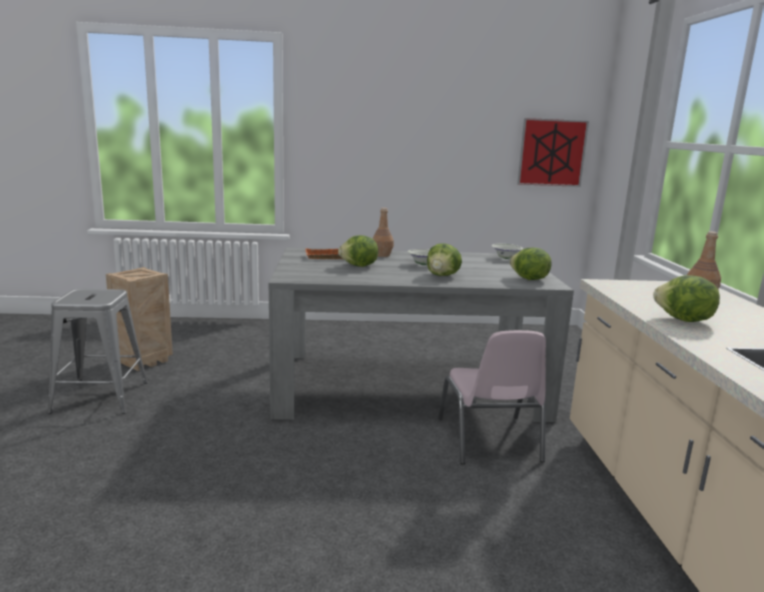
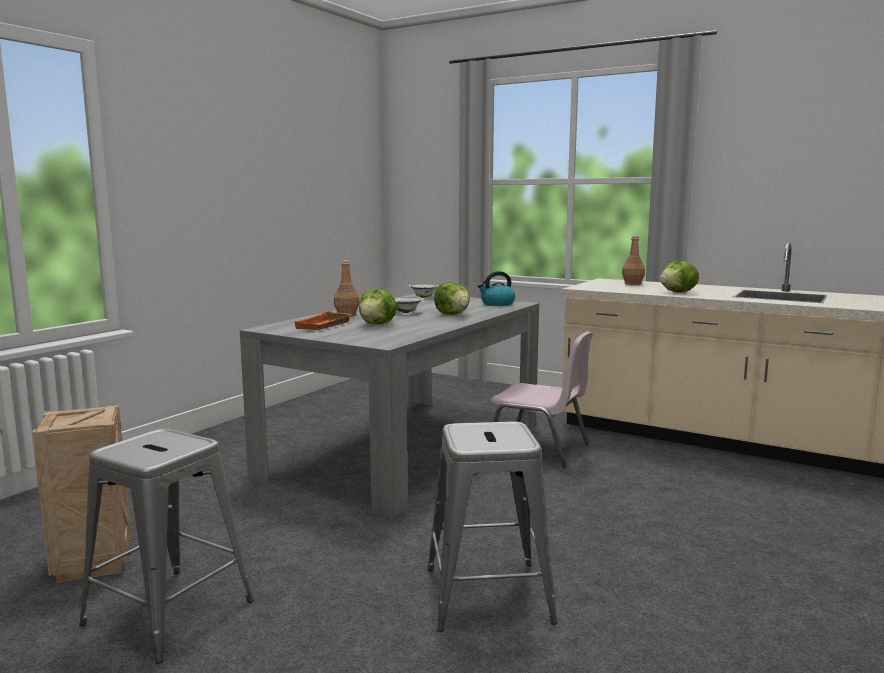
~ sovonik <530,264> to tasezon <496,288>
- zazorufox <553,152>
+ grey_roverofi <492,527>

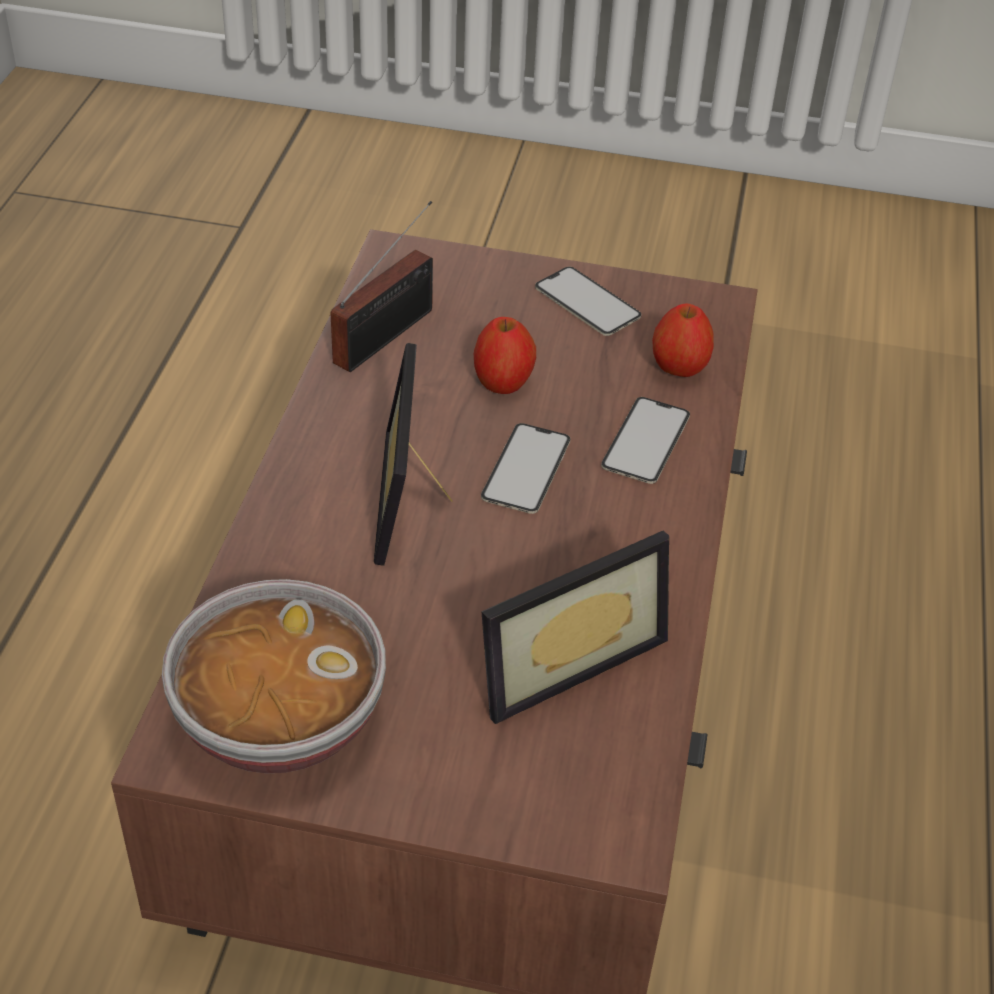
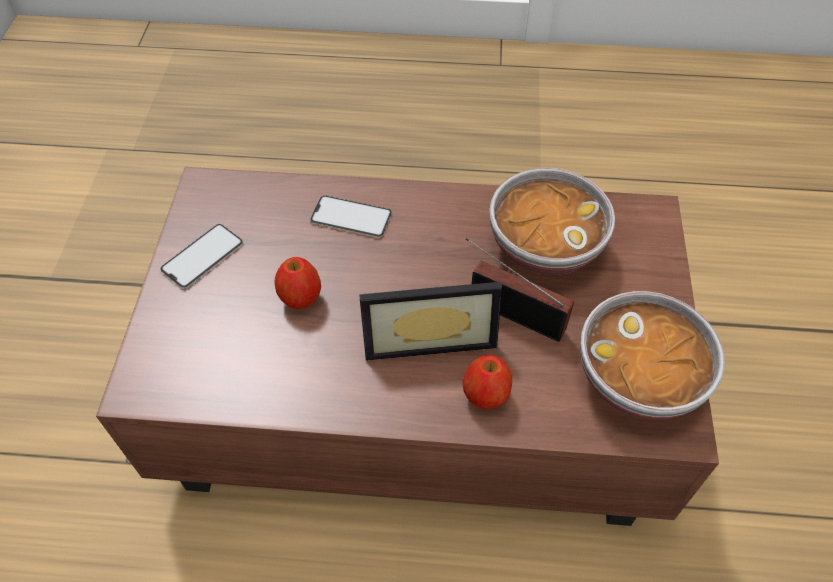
~ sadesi <382,286> to <520,290>
- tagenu <525,468>
~ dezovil <575,627> to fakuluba <552,221>
~ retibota <683,340> to <487,382>

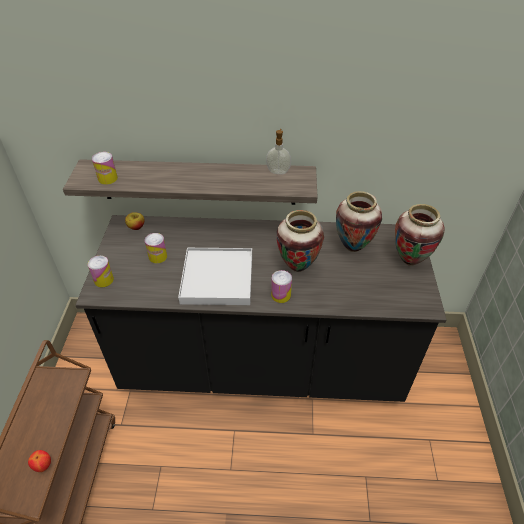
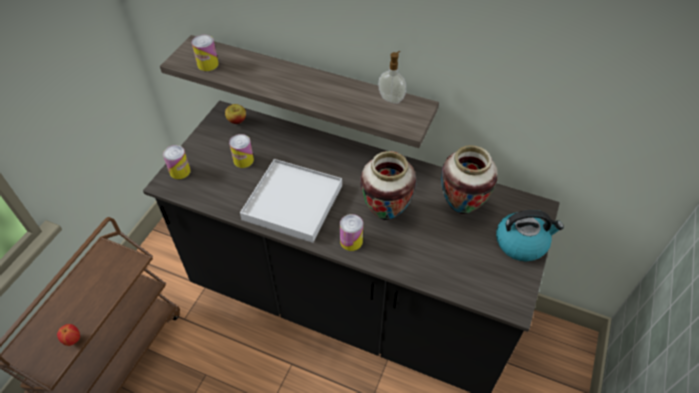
~ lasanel <419,235> to tasezon <530,235>

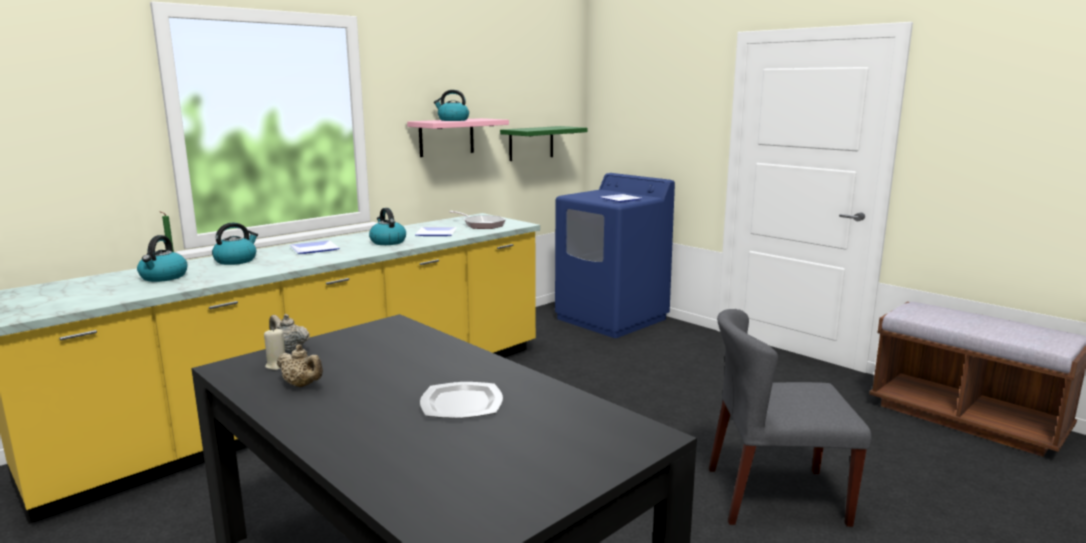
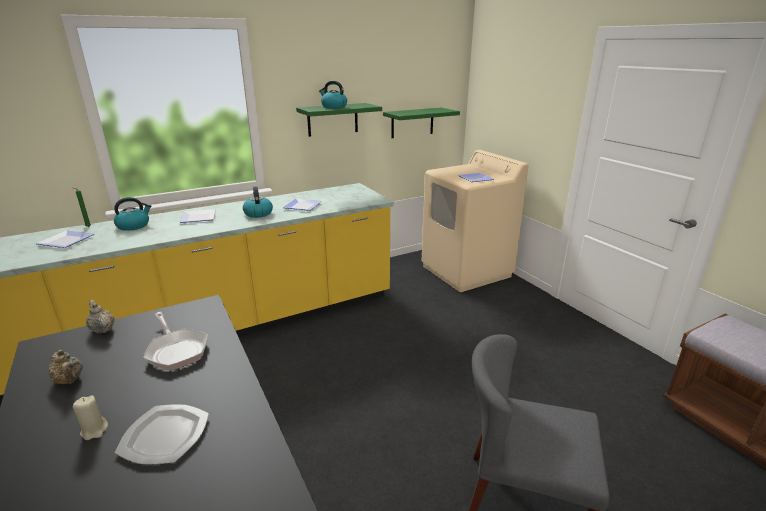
~ tasezon <162,258> to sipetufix <65,239>
~ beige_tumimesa <274,349> to <90,417>
~ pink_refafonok <458,137> to green_refafonok <339,120>
~ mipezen <477,220> to <175,341>
~ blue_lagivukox <615,255> to beige_lagivukox <475,221>

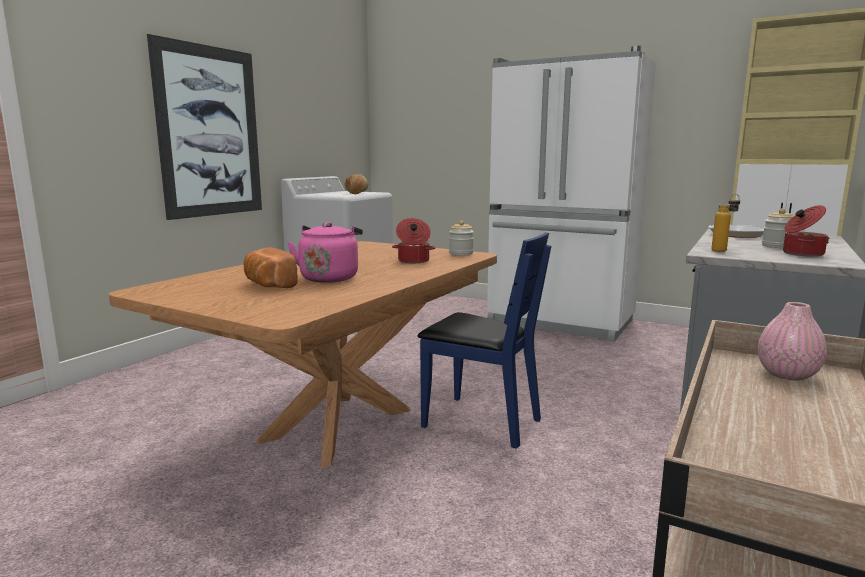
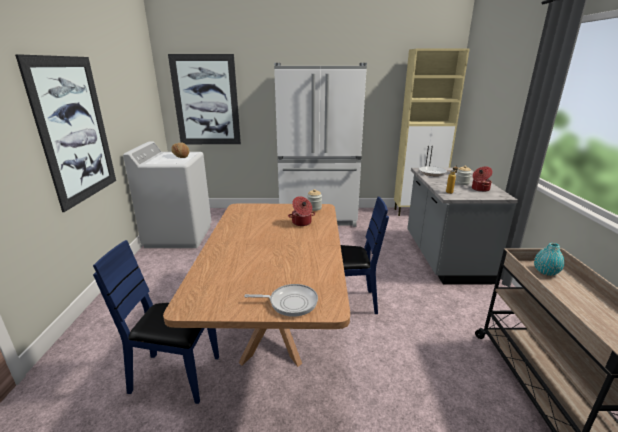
- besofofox <270,267>
- pink_tasezon <325,252>
~ pink_lasanel <792,341> to turquoise_lasanel <549,259>
+ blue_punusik <156,322>
+ zazorufox <204,99>
+ mipezen <281,300>

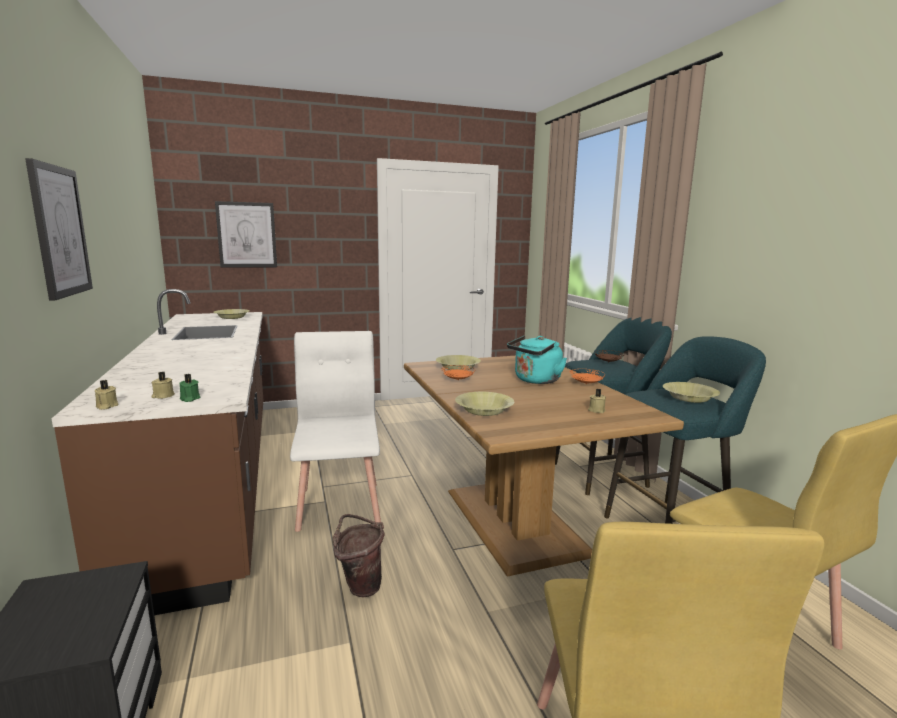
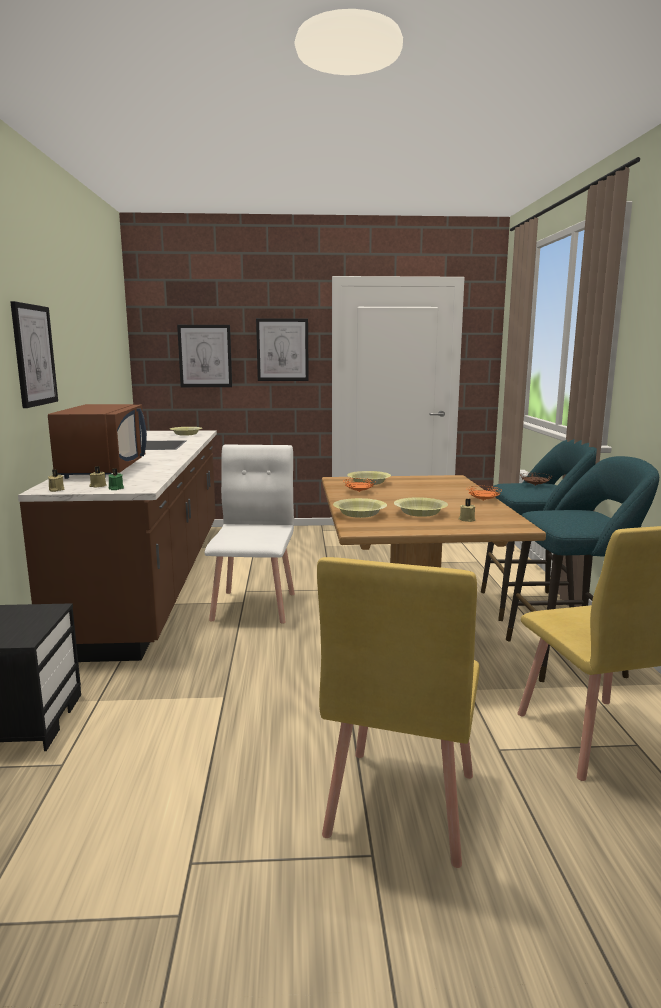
- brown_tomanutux <358,555>
- turquoise_tasezon <537,360>
~ yellow_fakuluba <691,392> to <421,507>
+ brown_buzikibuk <97,441>
+ zazorufox <282,349>

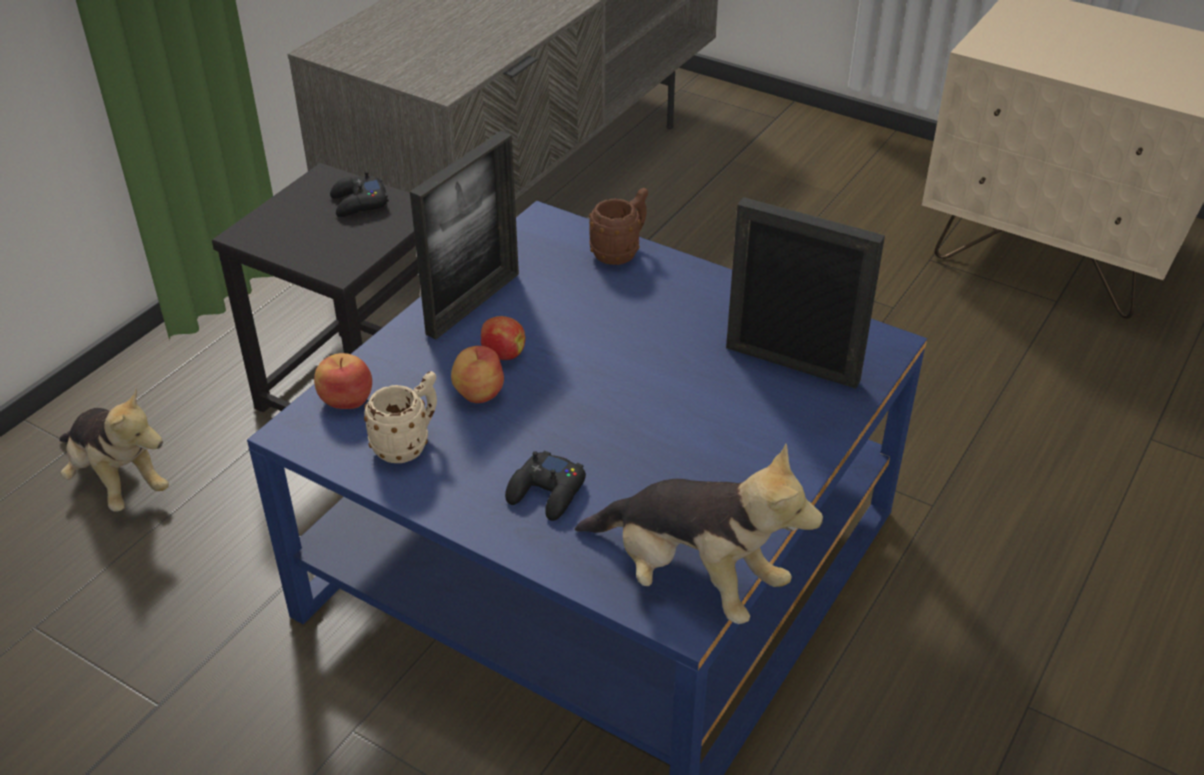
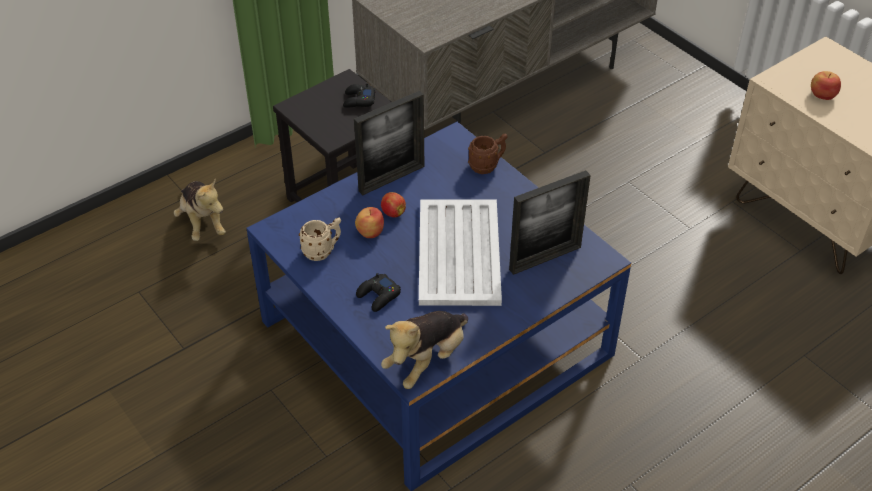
~ retibota <343,381> to <826,85>
~ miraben <699,533> = <424,350> 75 degrees clockwise
~ dezovil <805,293> = <550,222> 105 degrees clockwise
+ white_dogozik <460,253>

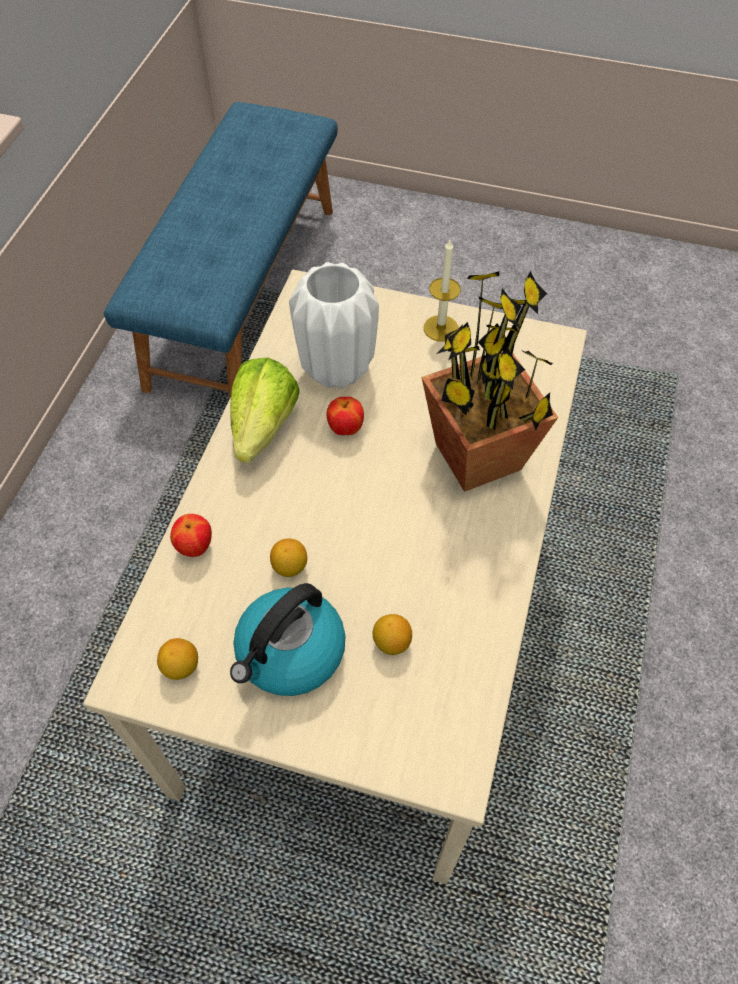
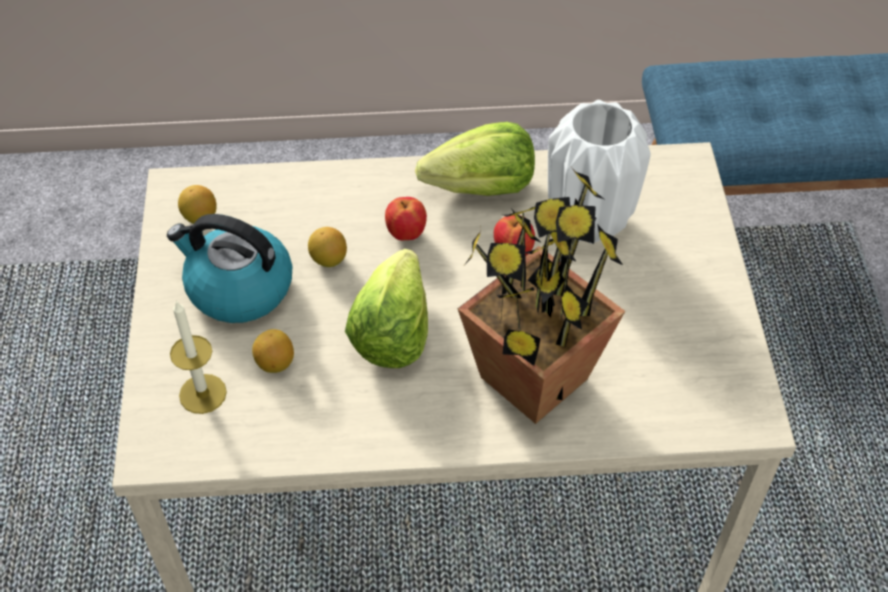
~ retibota <191,535> to <406,219>
~ tumimesa <442,291> to <198,357>
+ sovonik <386,308>

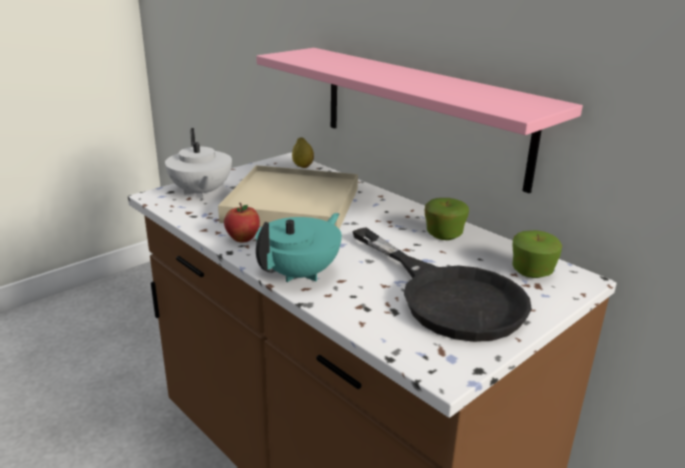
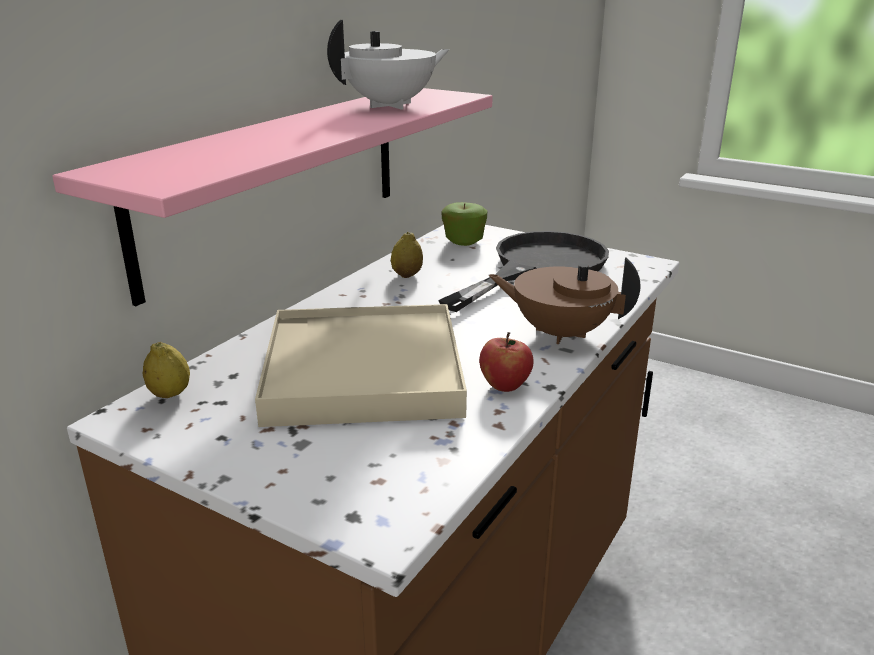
~ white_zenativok <198,163> to <388,65>
~ turquoise_zenativok <299,247> to brown_zenativok <564,300>
~ retibota <447,219> to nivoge <407,255>

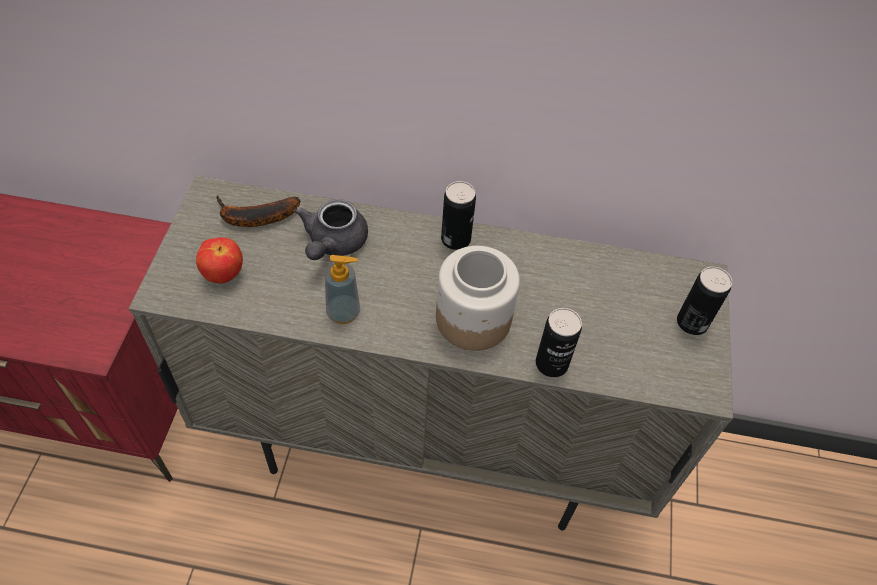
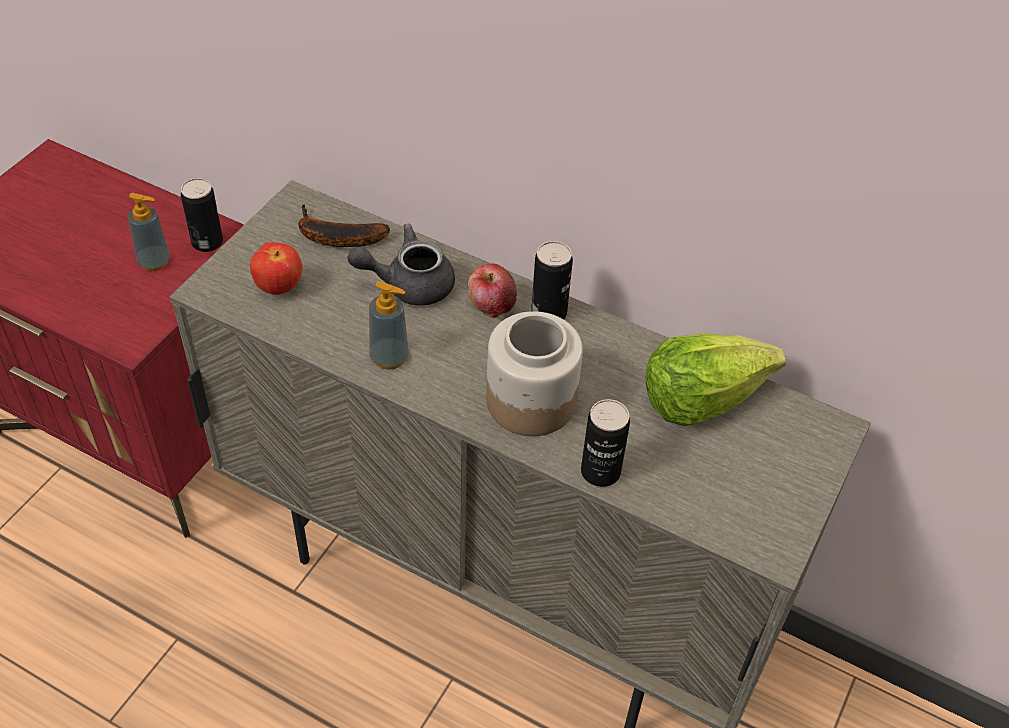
~ grey_zenativok <331,229> = <401,265> 45 degrees clockwise
~ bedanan <704,300> to <202,215>
+ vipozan <148,232>
+ retibota <492,290>
+ sovonik <715,379>

